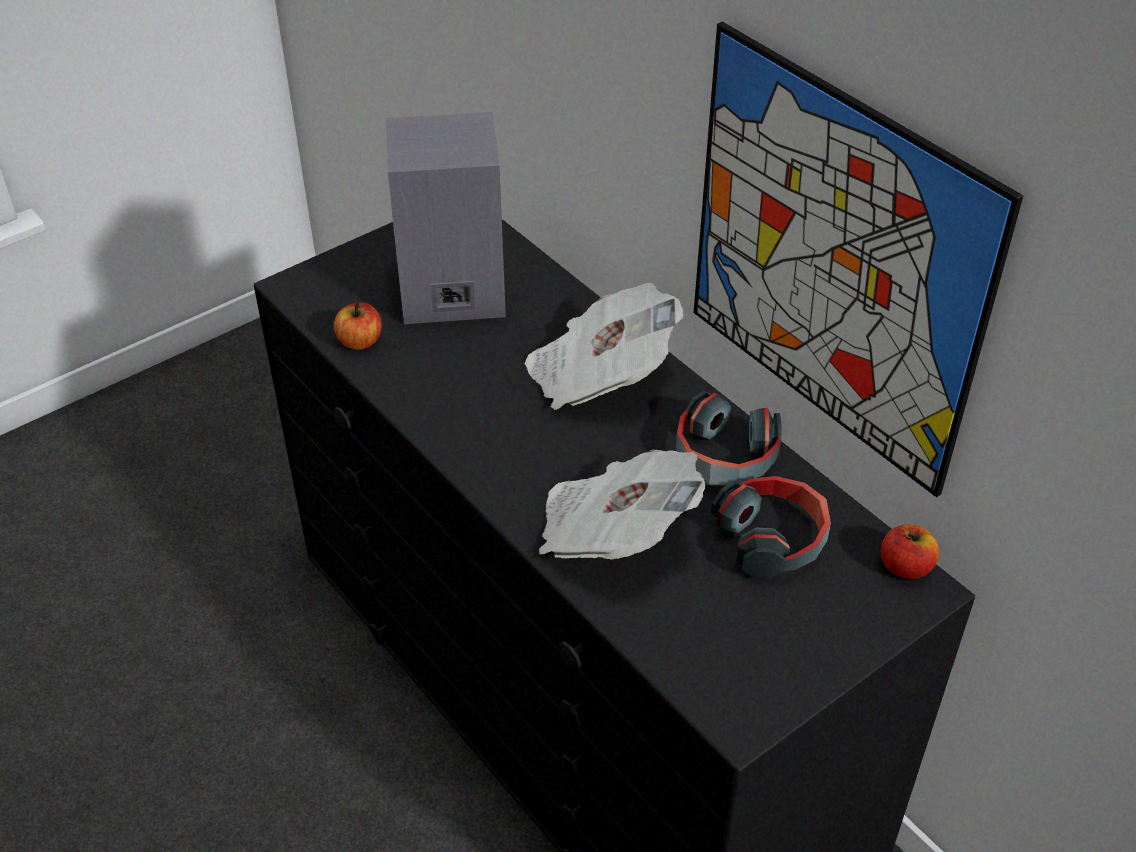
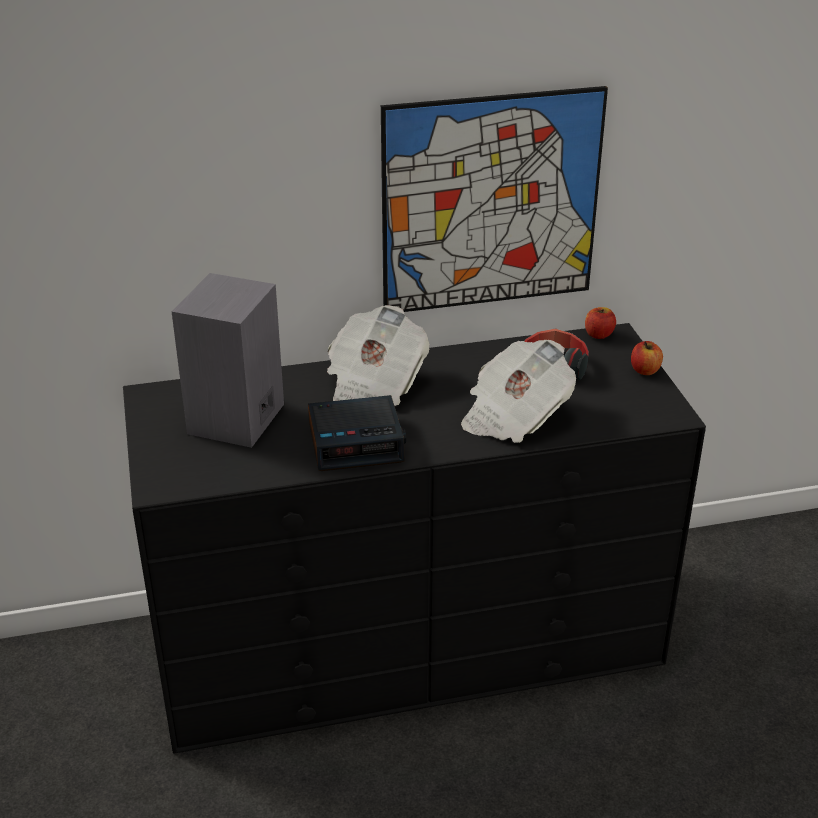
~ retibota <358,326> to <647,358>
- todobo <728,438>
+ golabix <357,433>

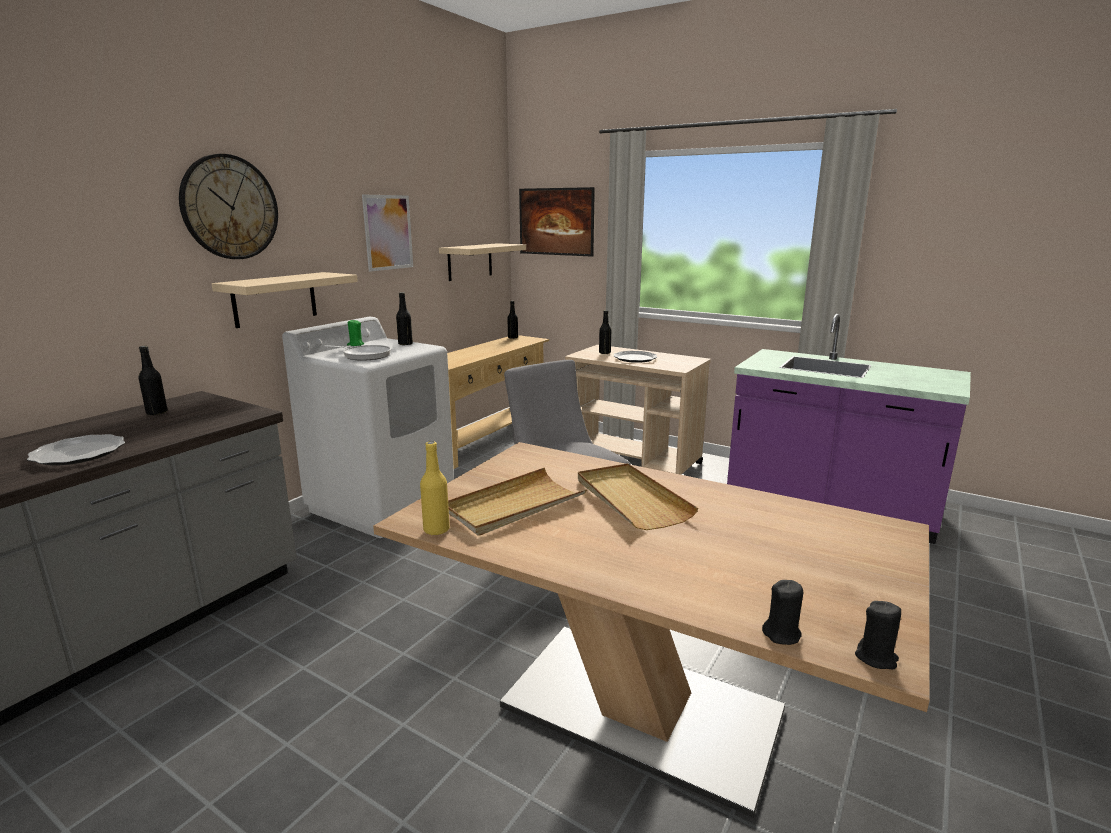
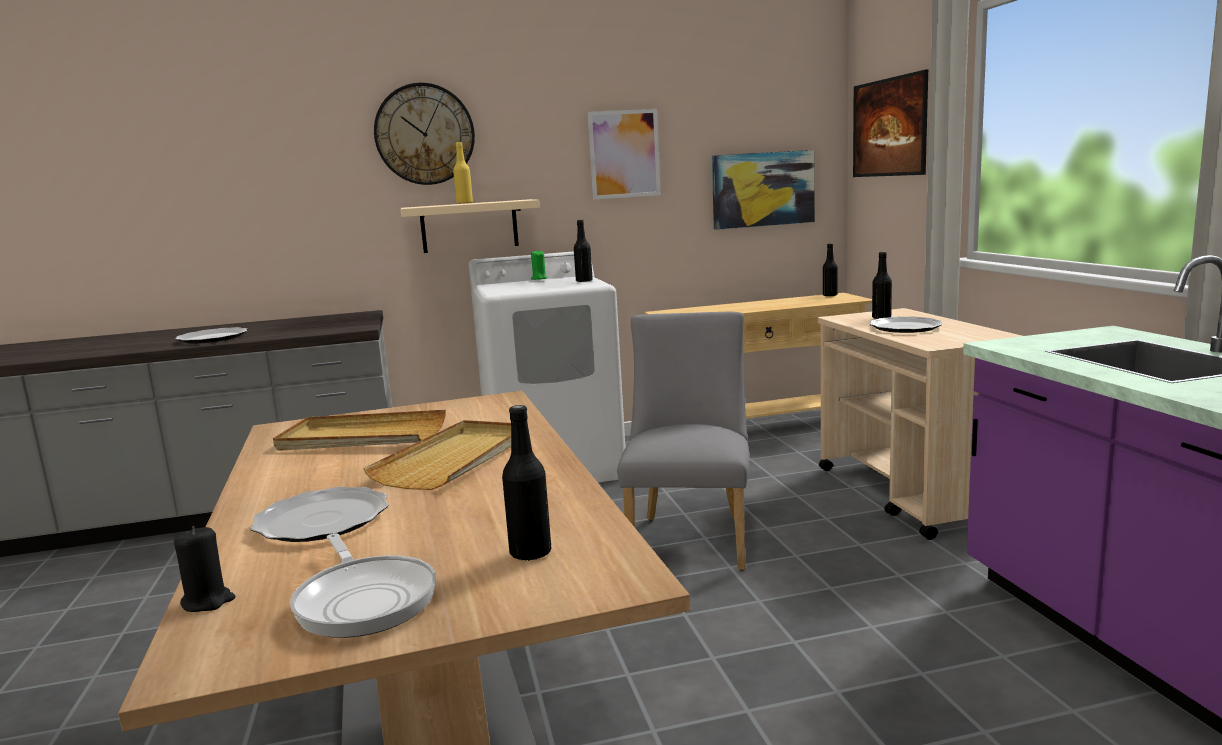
~ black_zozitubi <153,380> to <526,483>
~ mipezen <357,353> to <363,585>
~ yellow_zozitubi <435,488> to <463,173>
~ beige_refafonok <482,262> to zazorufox <763,190>
- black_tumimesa <878,635>
+ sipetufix <319,514>

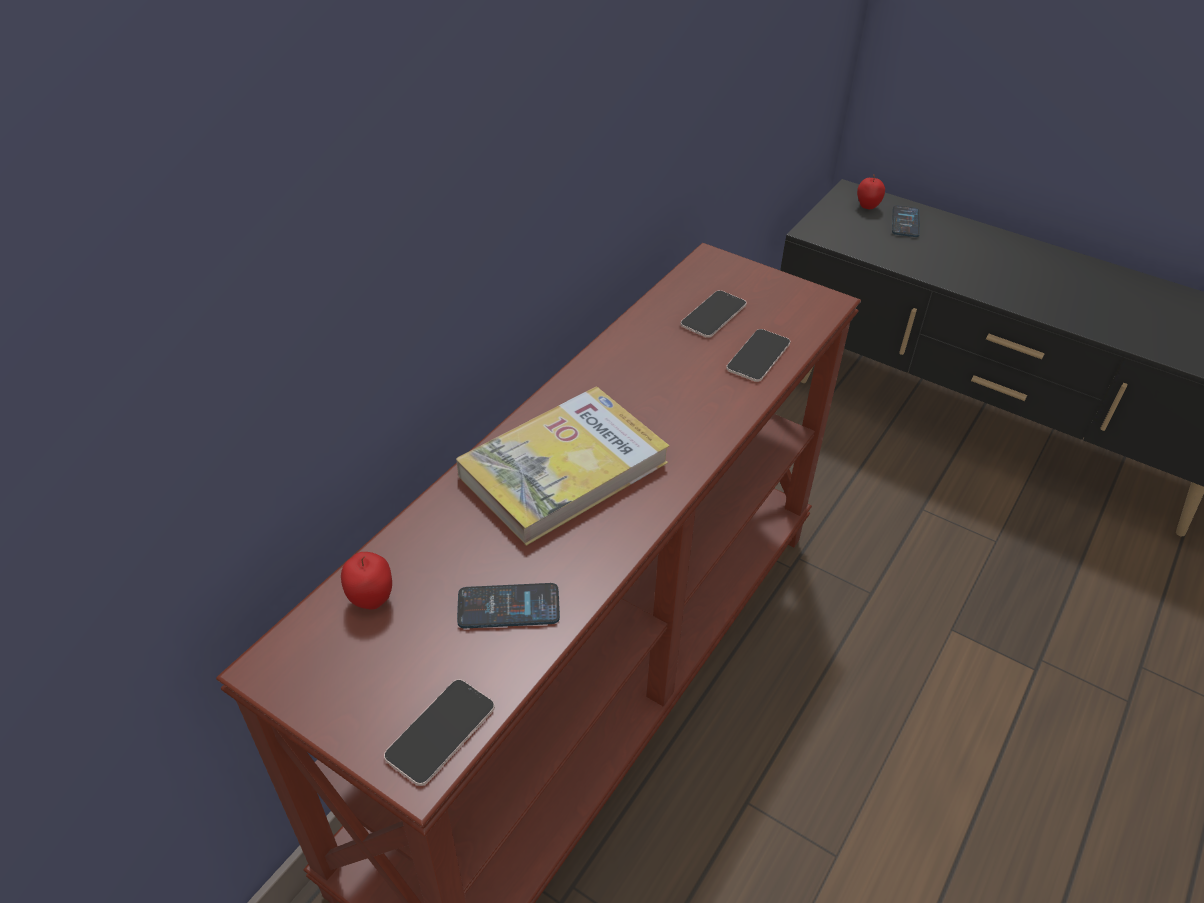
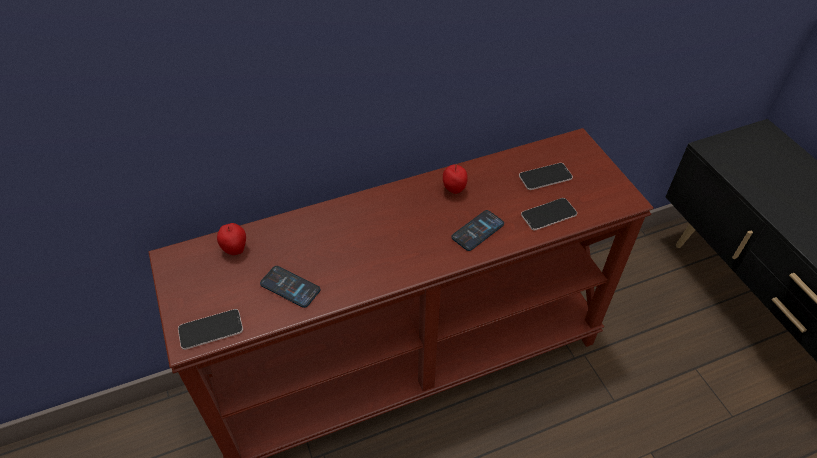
- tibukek <562,466>
~ retibota <871,191> to <455,179>
~ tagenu <906,221> to <477,230>

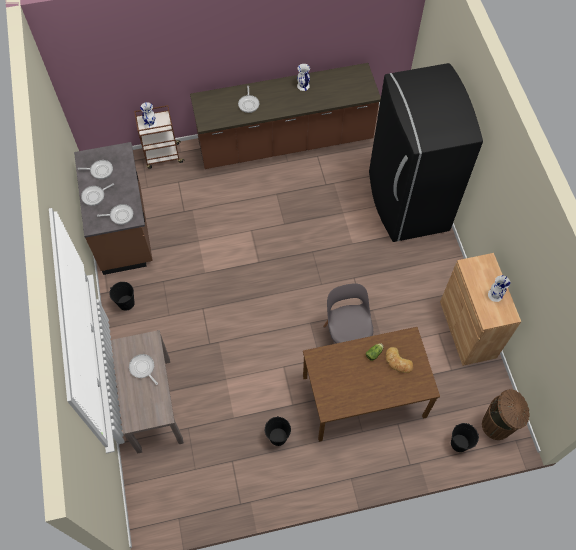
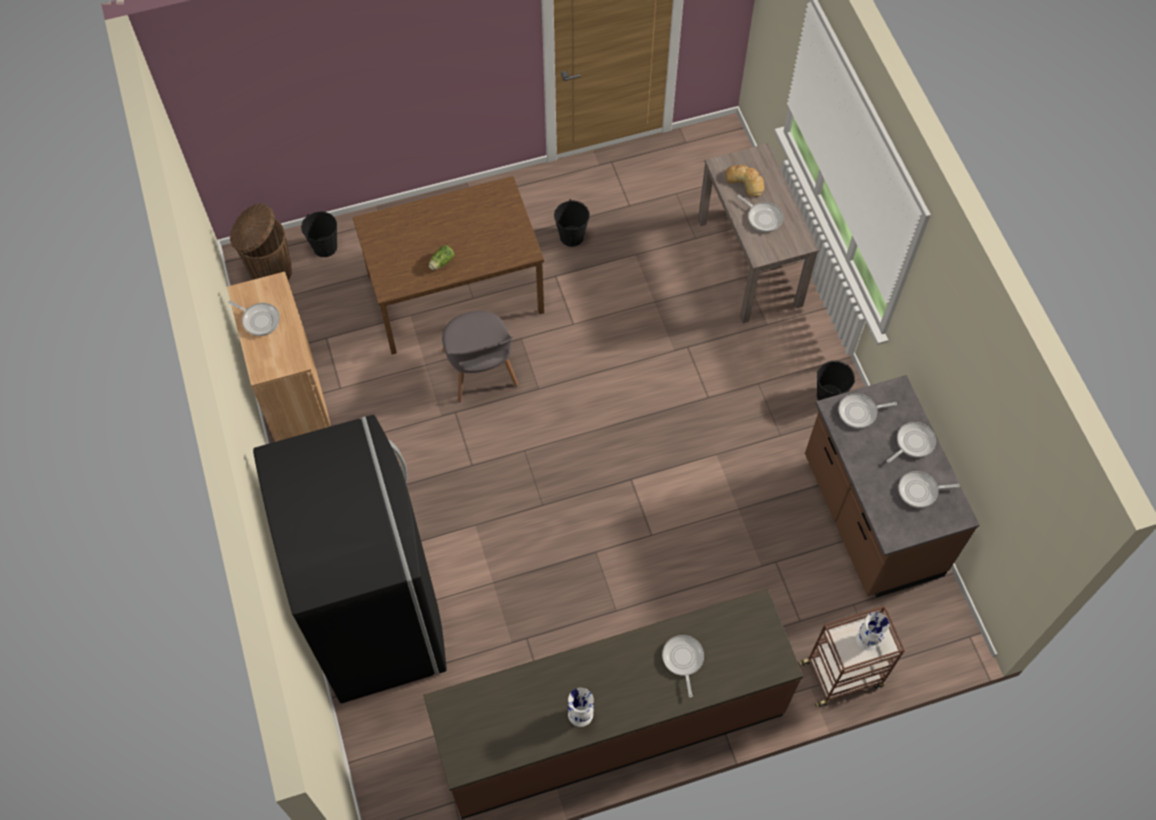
~ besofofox <399,360> to <745,181>
~ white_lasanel <499,288> to mipezen <254,318>

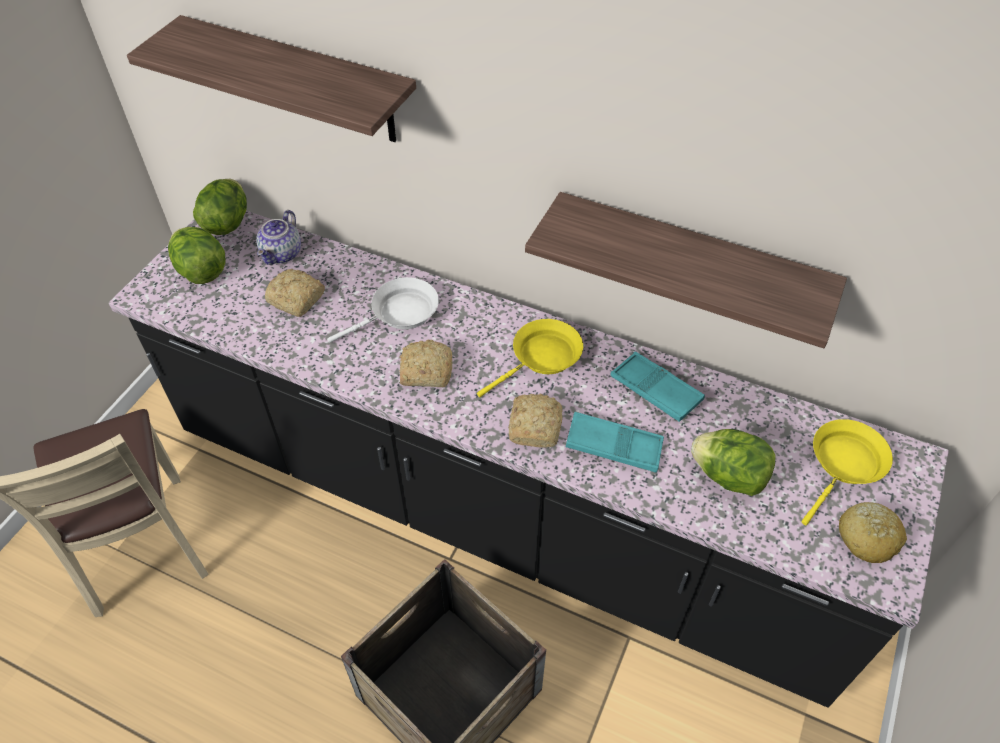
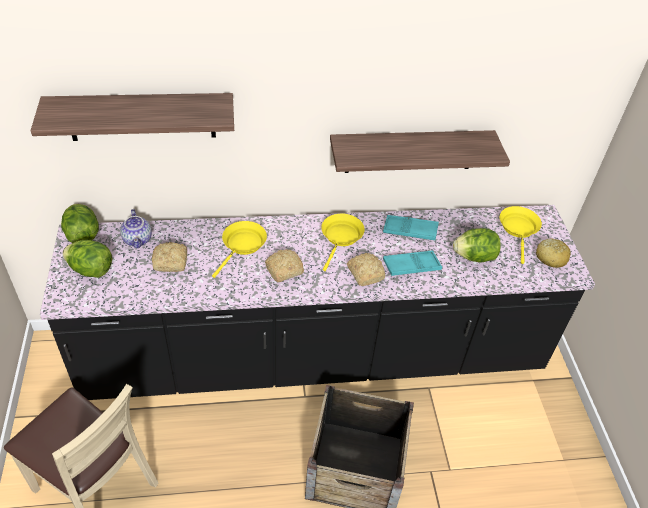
~ white_mipezen <383,310> to yellow_mipezen <239,249>

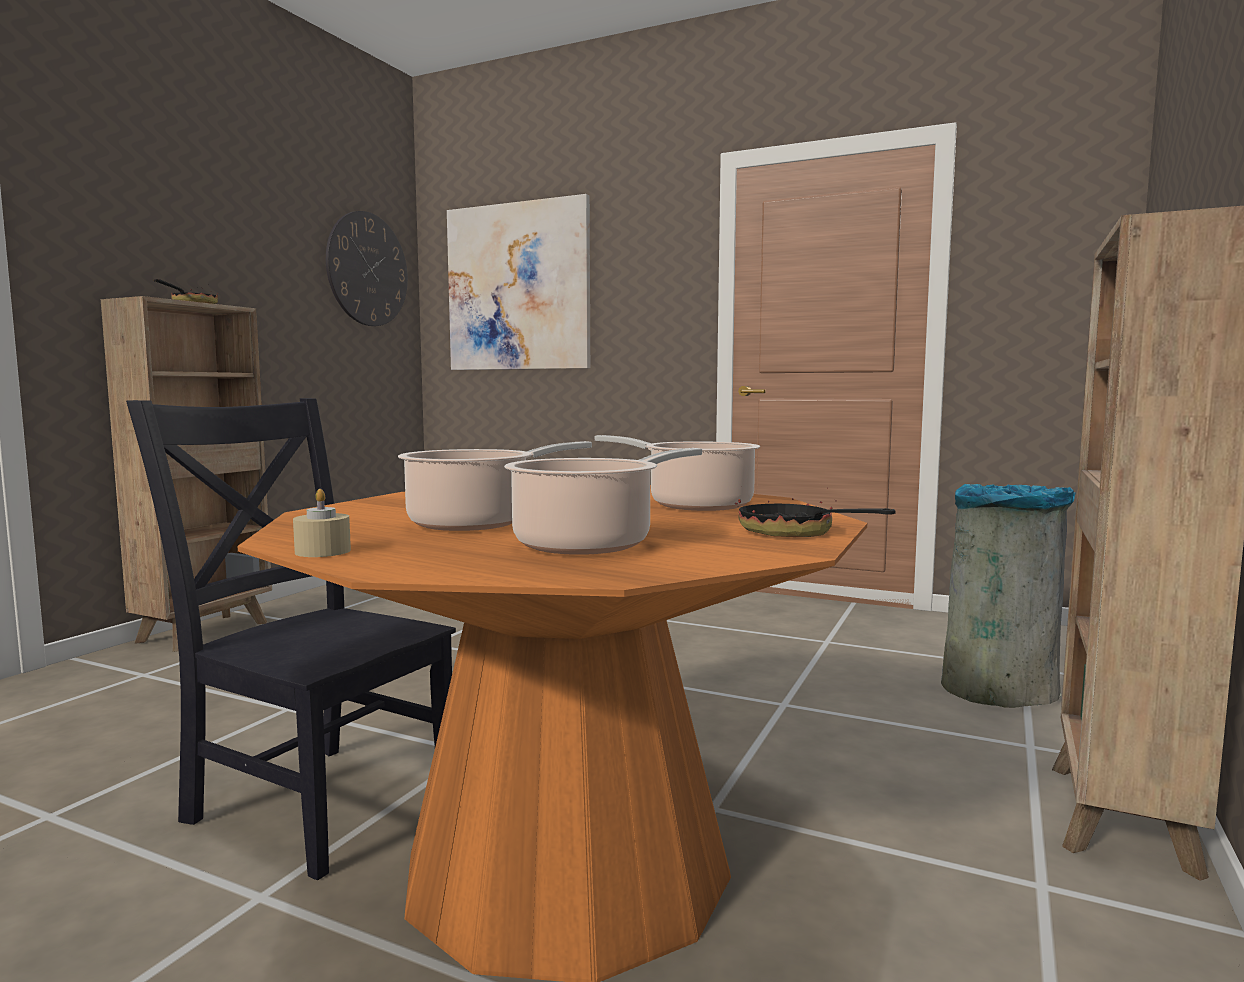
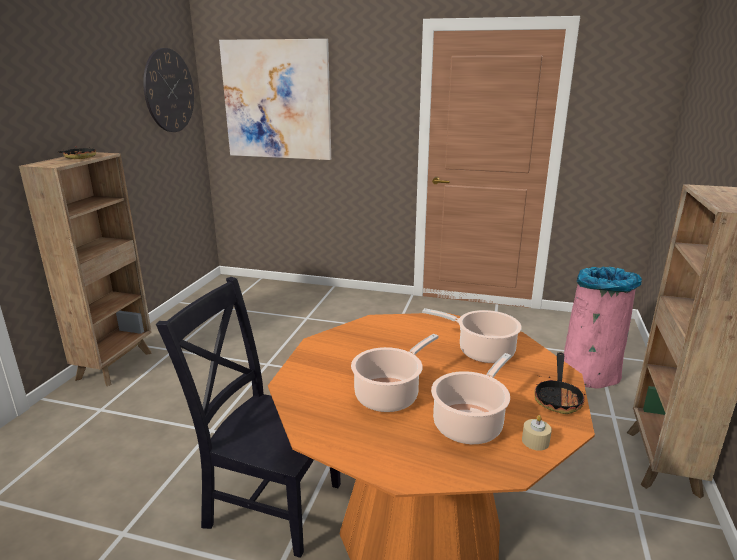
~ beige_tumimesa <322,523> to <537,433>
~ mipezen <815,511> = <560,383> 120 degrees counterclockwise
~ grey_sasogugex <1008,596> to pink_sasogugex <603,327>

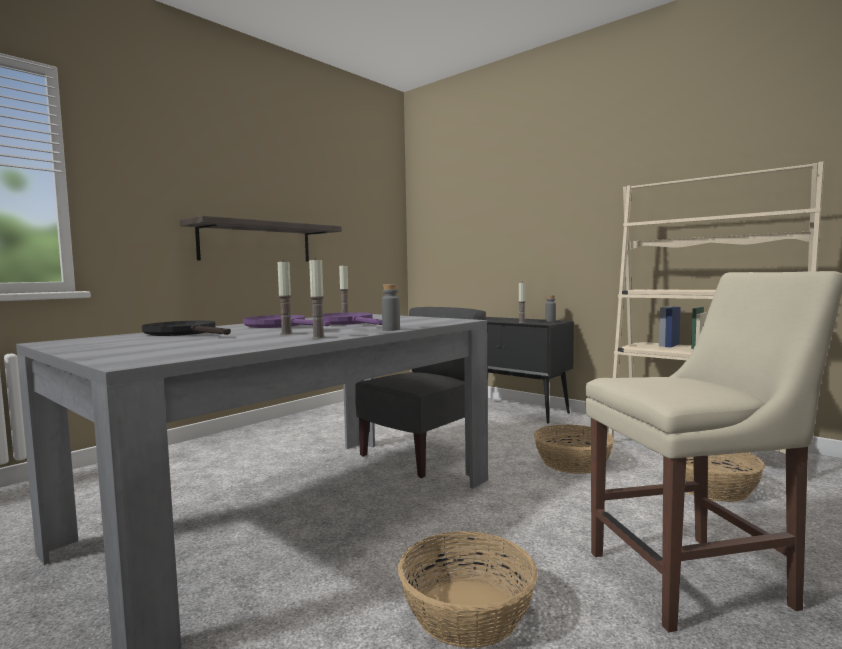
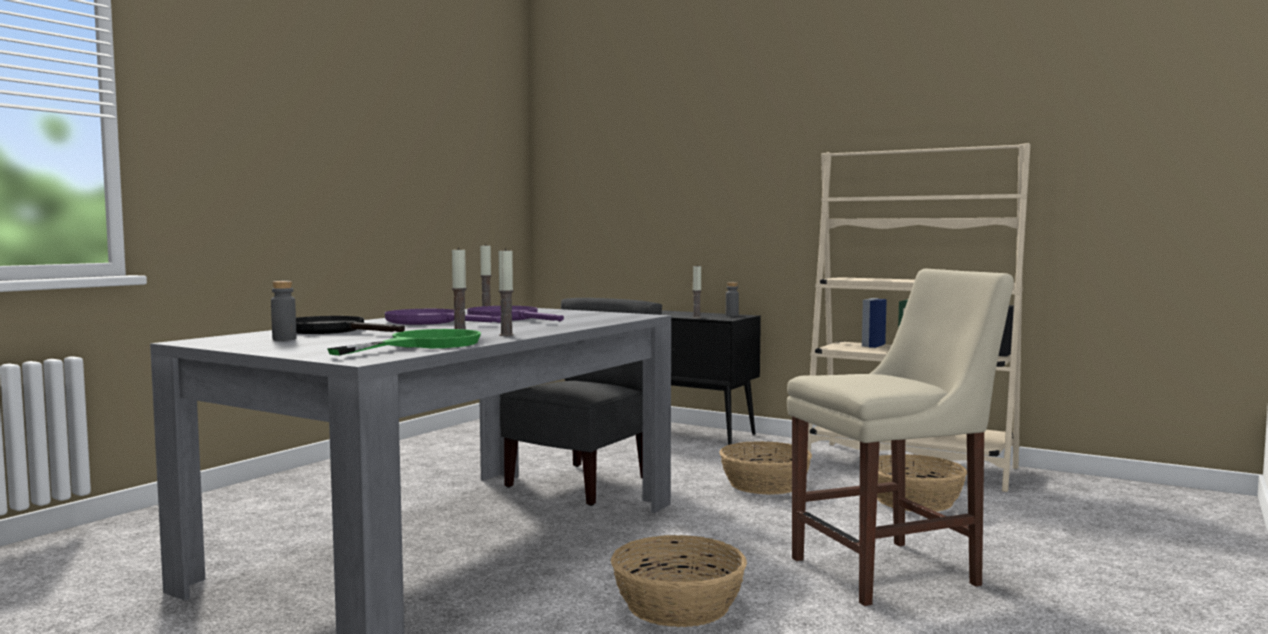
- refafonok <261,238>
~ grey_zozitubi <391,307> to <284,311>
+ green_mipezen <404,342>

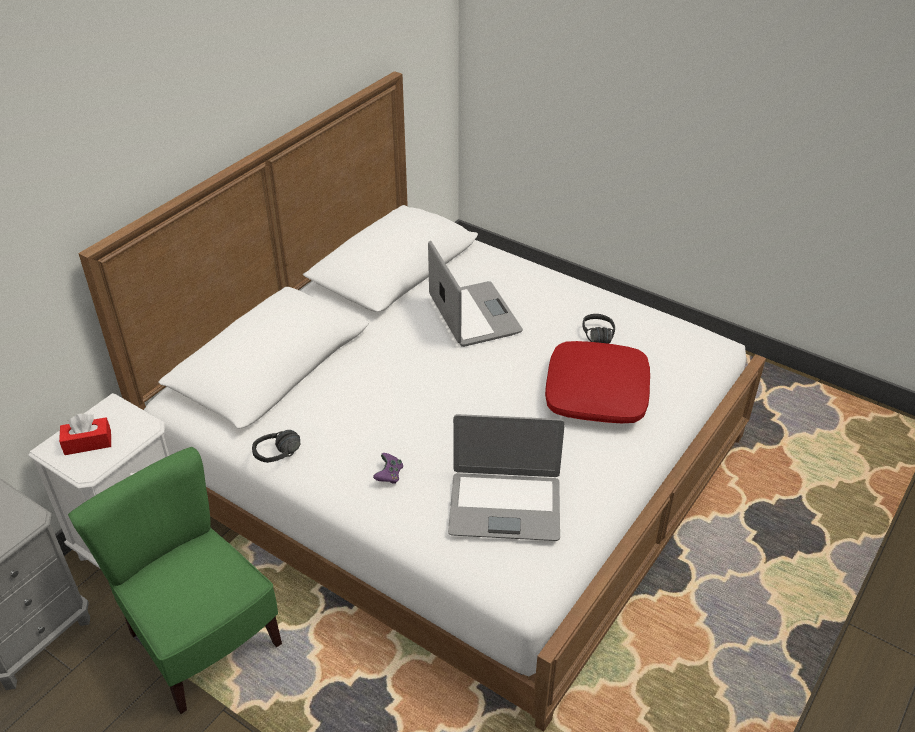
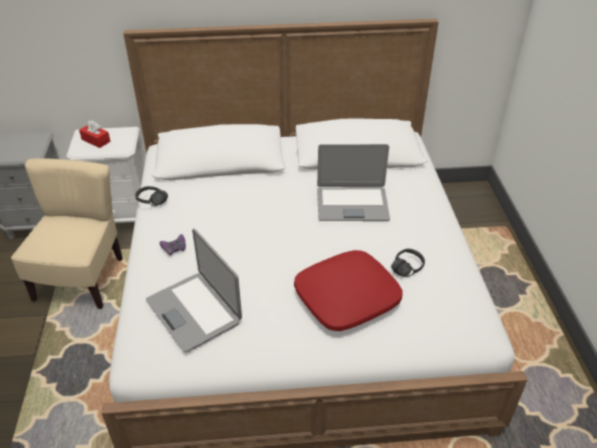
~ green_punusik <175,580> to beige_punusik <67,233>
~ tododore <475,294> = <353,182> 60 degrees clockwise

